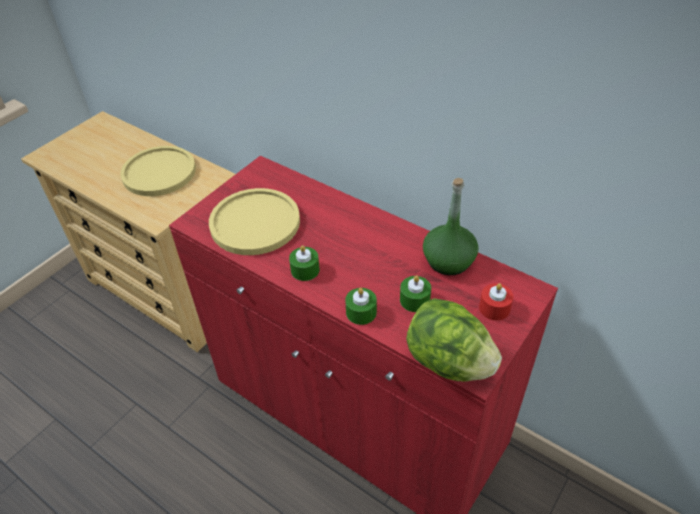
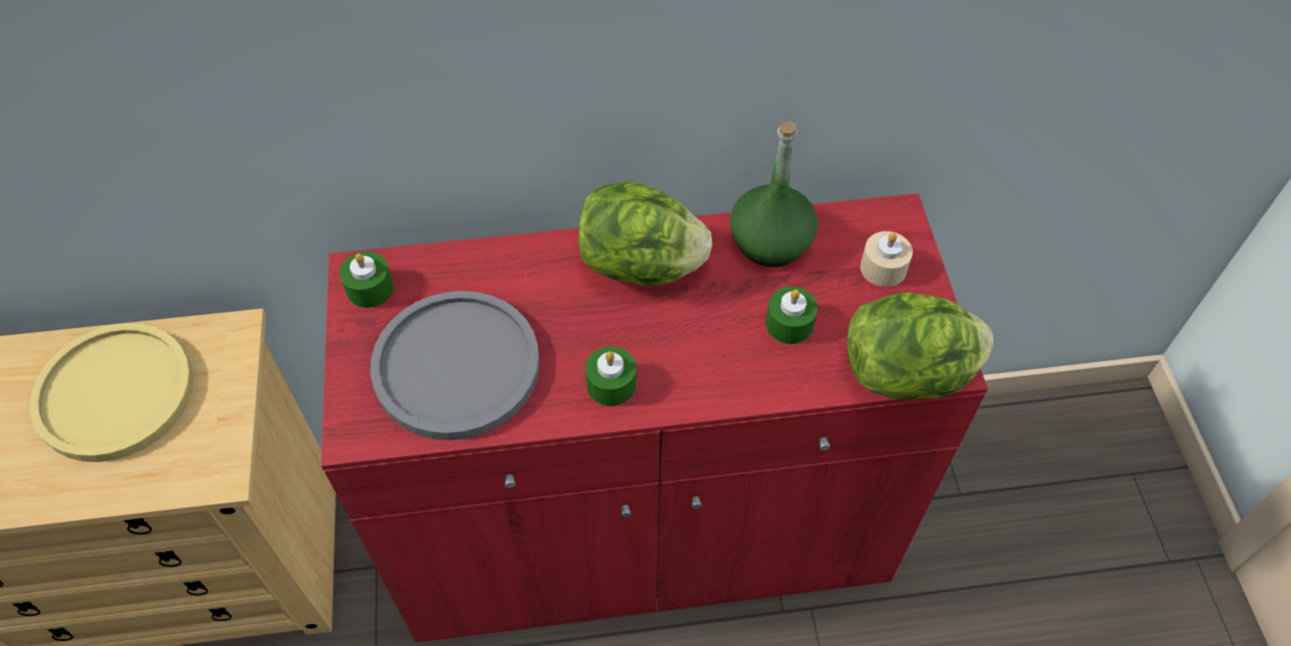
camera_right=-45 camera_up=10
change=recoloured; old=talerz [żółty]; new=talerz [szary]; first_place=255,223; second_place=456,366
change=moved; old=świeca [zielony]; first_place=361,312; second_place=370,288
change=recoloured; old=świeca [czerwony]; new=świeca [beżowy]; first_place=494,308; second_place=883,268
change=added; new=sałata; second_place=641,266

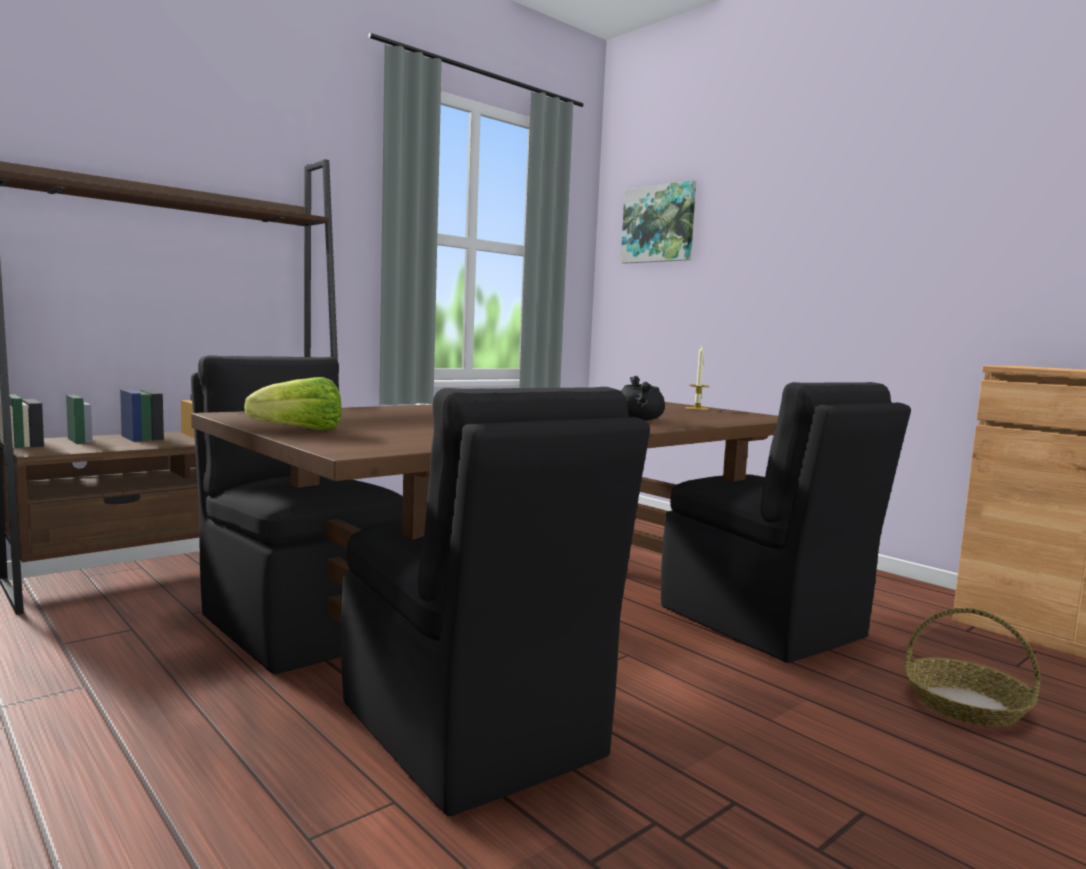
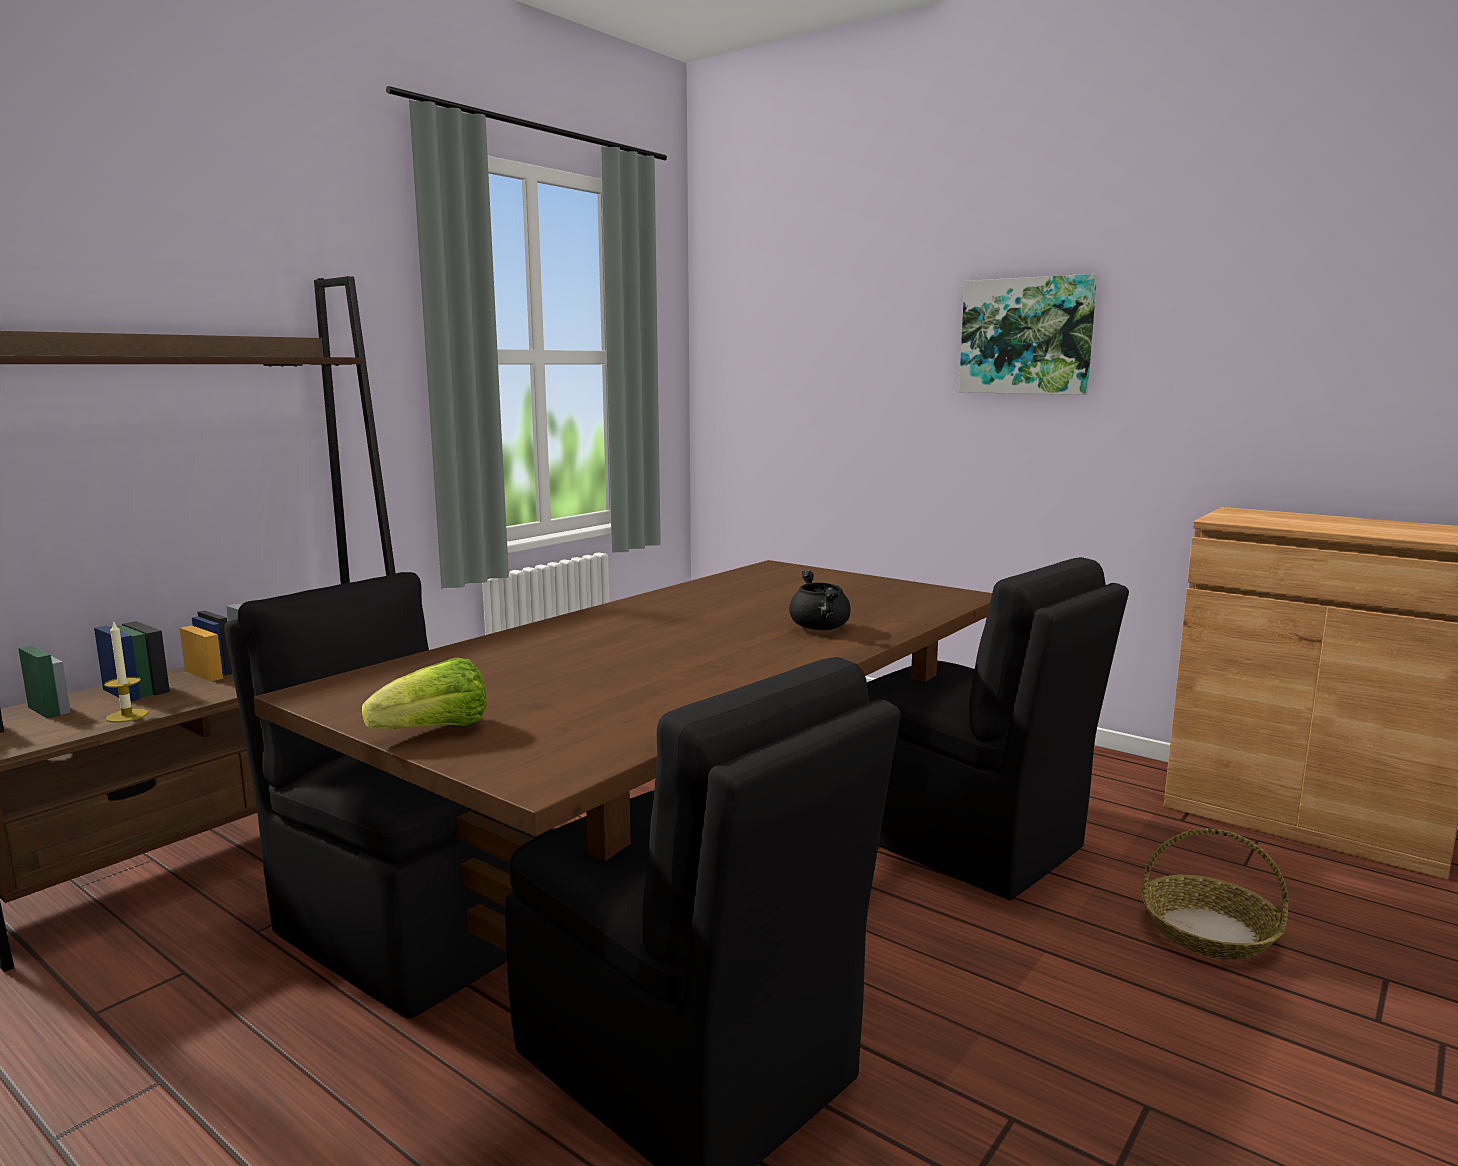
camera_right=-10 camera_up=5
change=moved; old=obraz; first_place=659,224; second_place=1026,336
change=moved; old=świeca; first_place=697,408; second_place=127,715

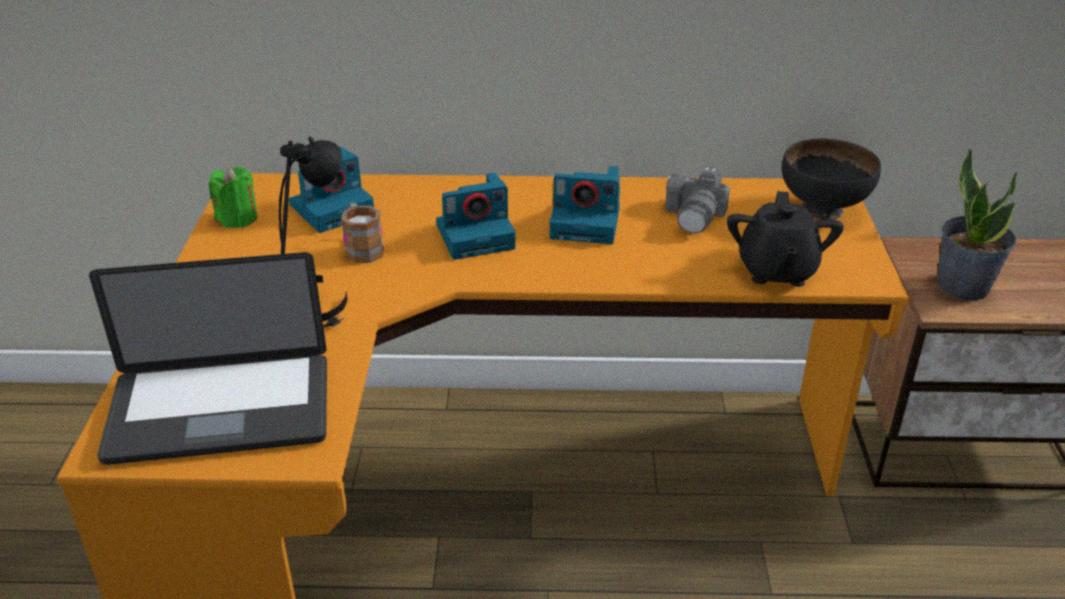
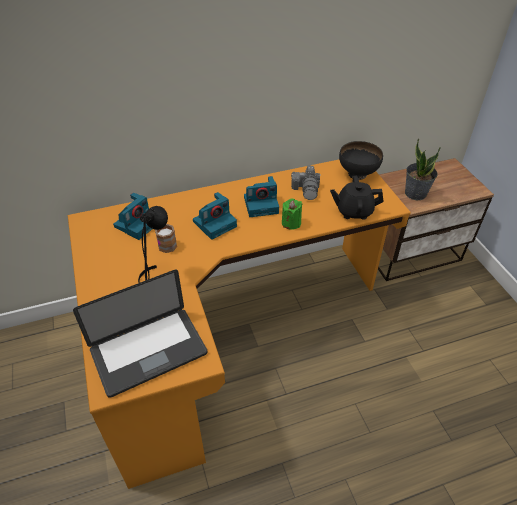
camera_right=-20 camera_up=10
change=moved; old=świeca [zielony]; first_place=237,218; second_place=291,223
change=turned; old=imbryk [czarny]; first_place=776,271; second_place=354,211; degrees=105

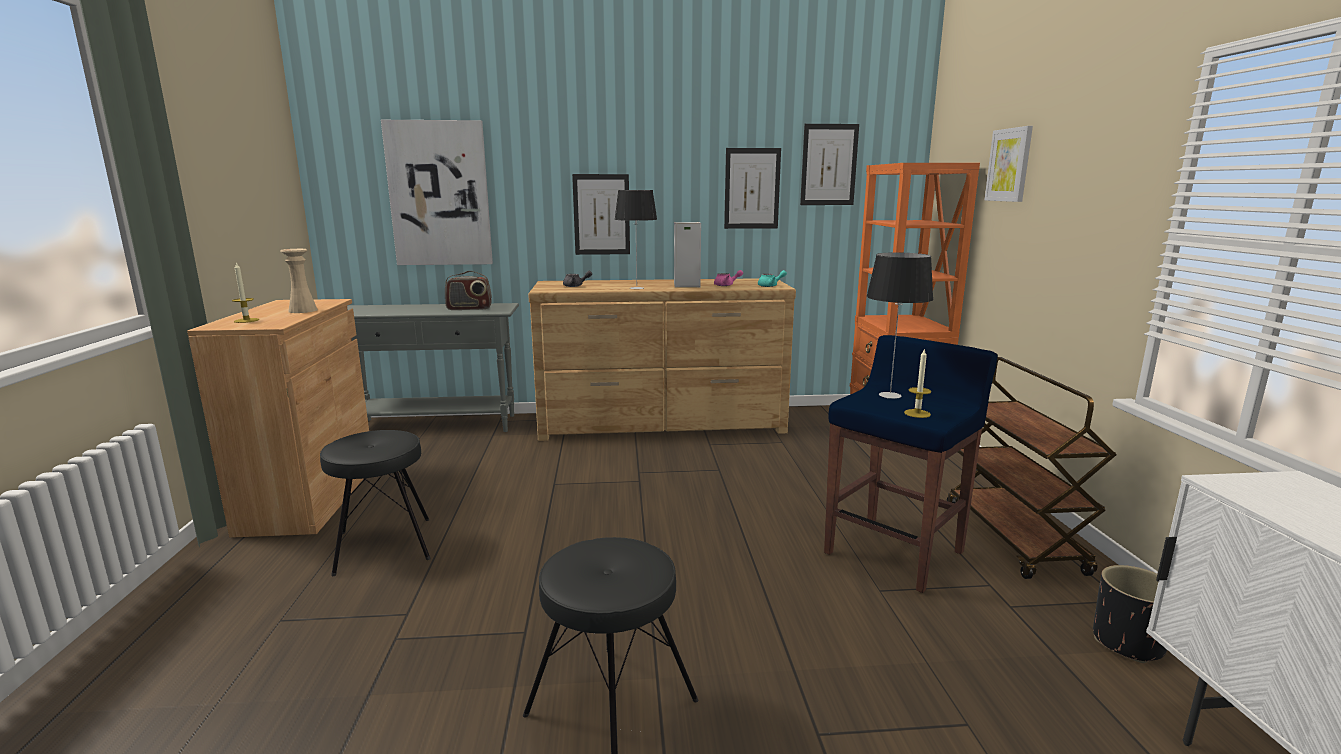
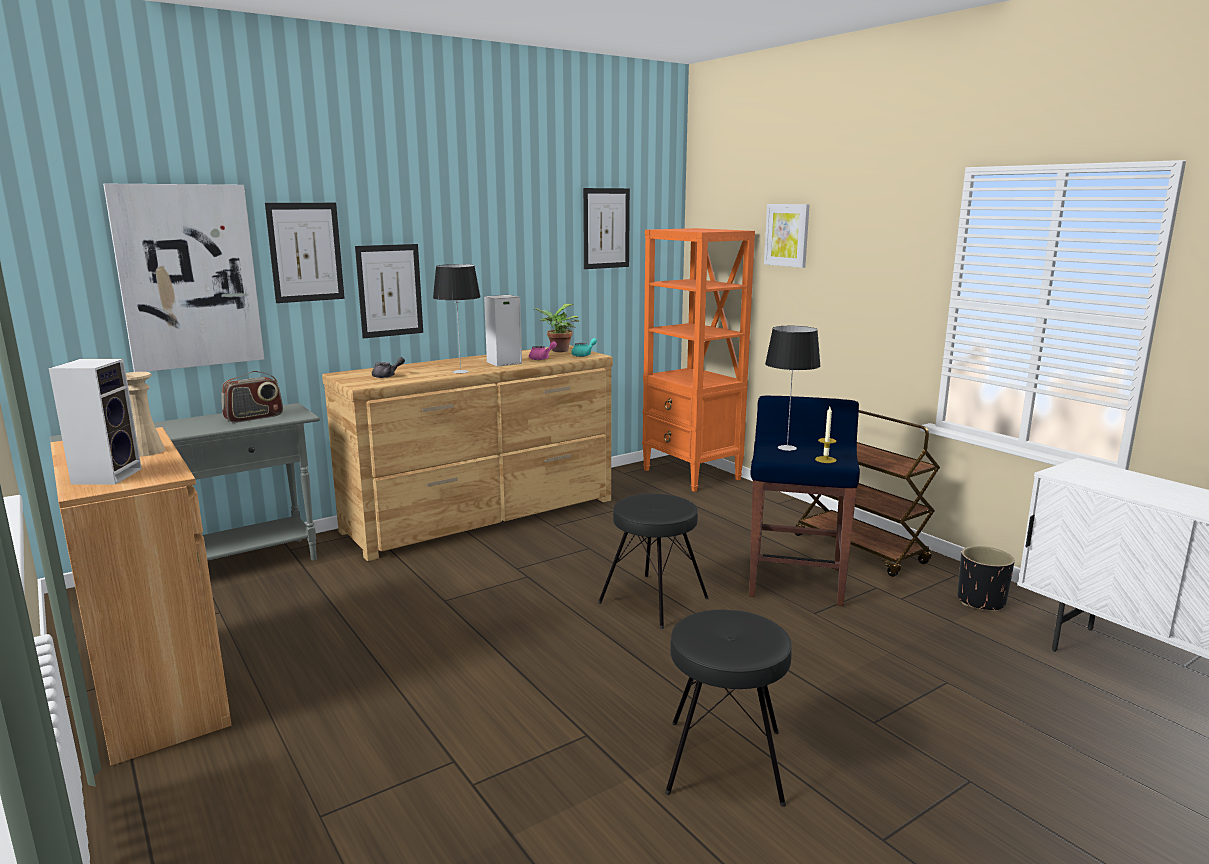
camera_right=-30 camera_up=0
change=replaced; old=świeca; new=głośnik; first_place=246,320; second_place=107,475
change=moved; old=stołek [czarny]; first_place=383,546; second_place=653,601
change=moved; old=obraz; first_place=752,188; second_place=305,252
change=added; new=roślina doniczkowa; second_place=557,351

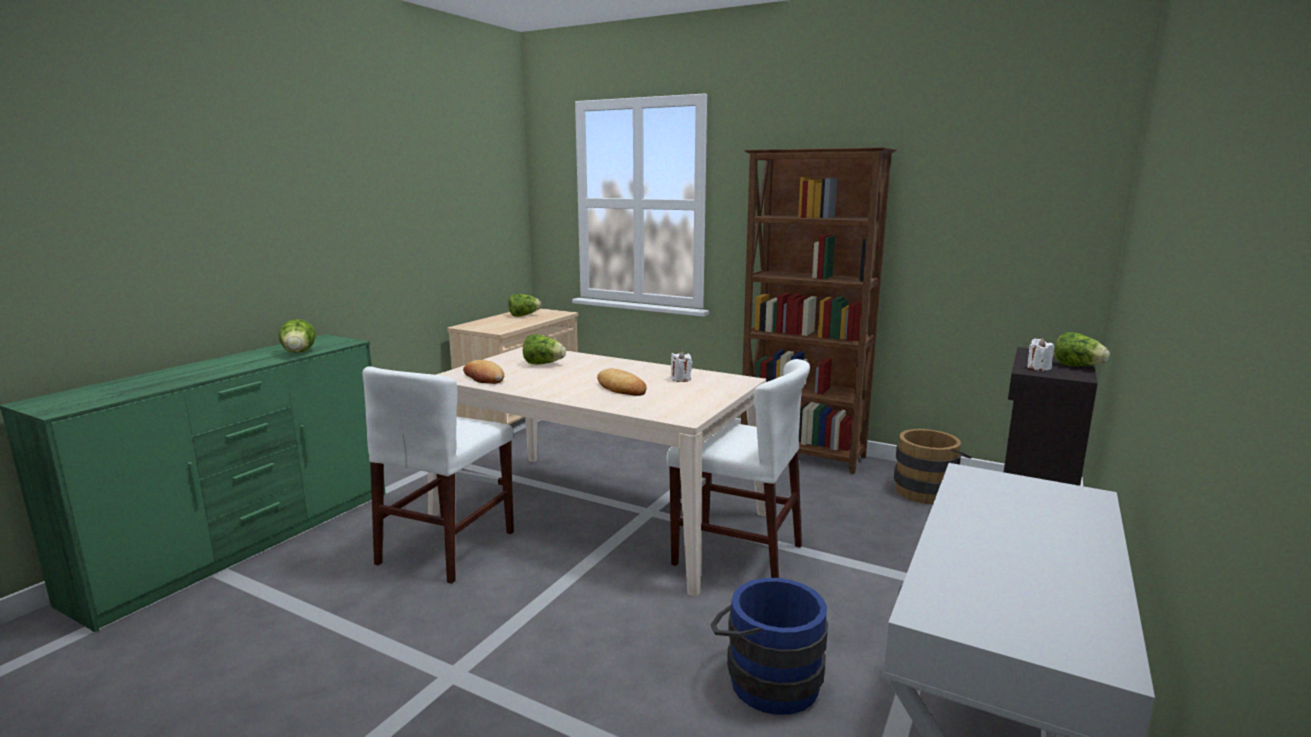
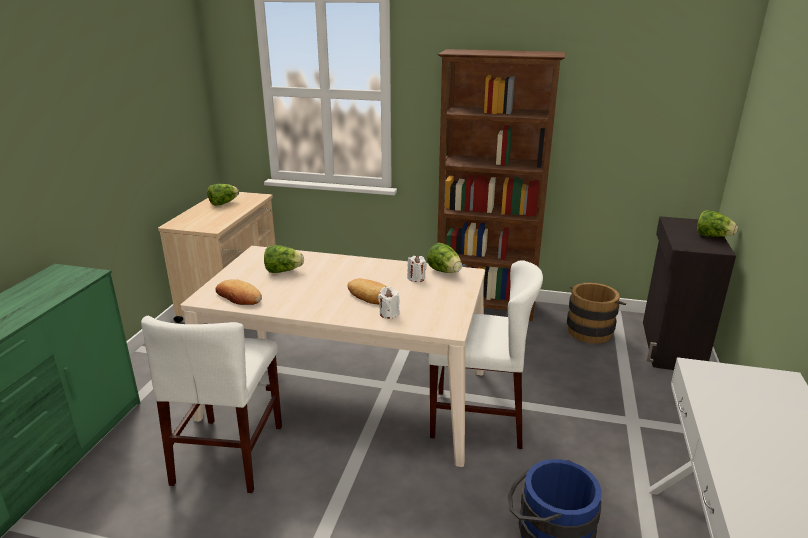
camera_right=-15 camera_up=10
change=moved; old=sałata; first_place=299,353; second_place=445,271
change=moved; old=świeca [biały]; first_place=1038,368; second_place=389,313

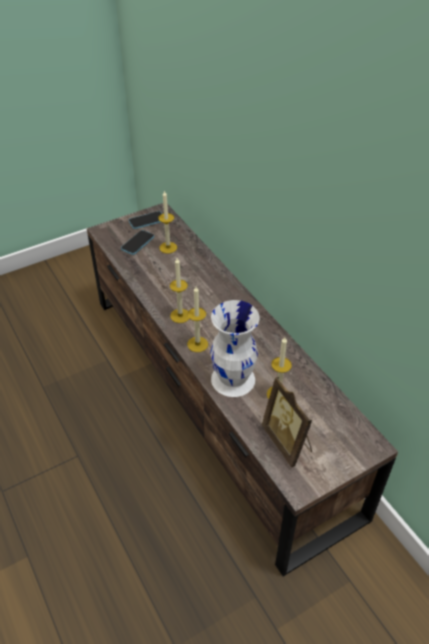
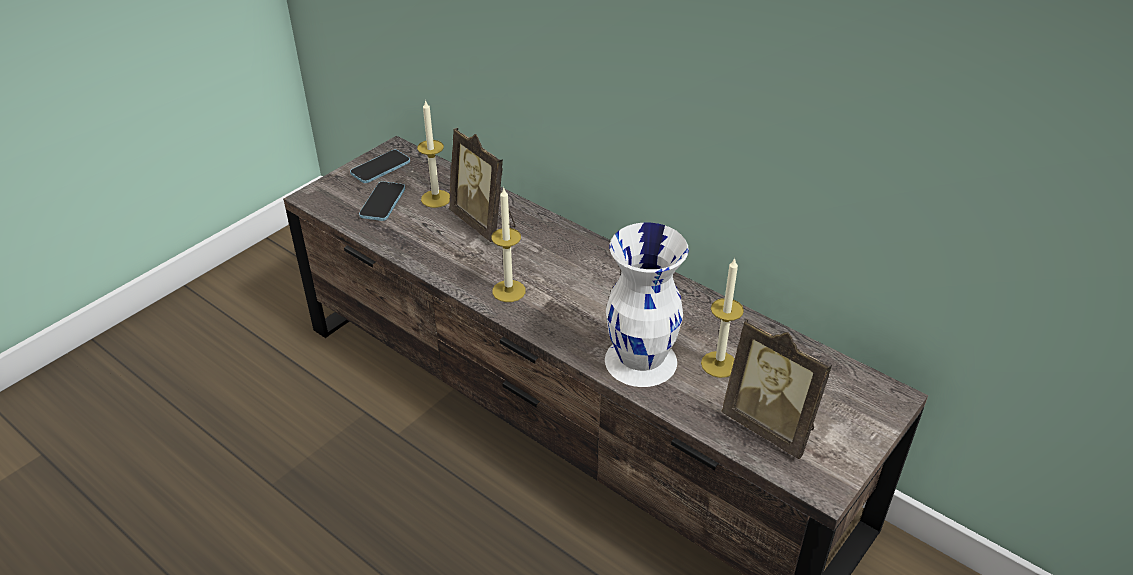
camera_right=-20 camera_up=-5
change=removed; old=świeca; first_place=197,344
change=added; new=ramka na zdjęcie; second_place=484,222

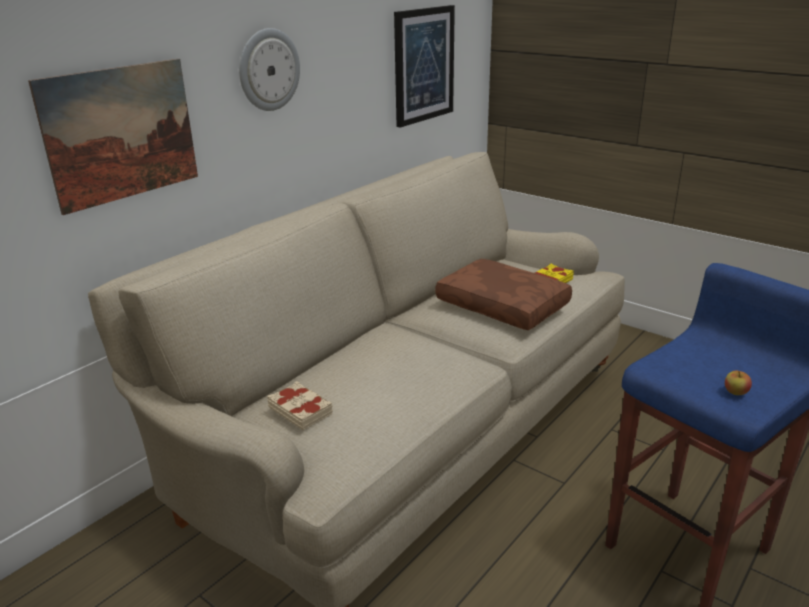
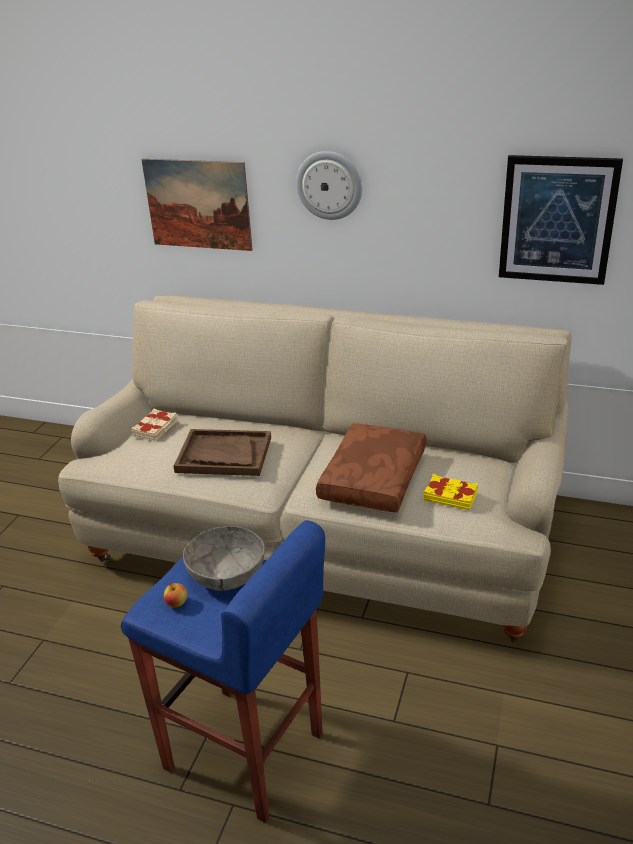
camera_right=70 camera_up=5
change=added; new=taca [brązowy]; second_place=224,455
change=added; new=miska [szary]; second_place=226,574

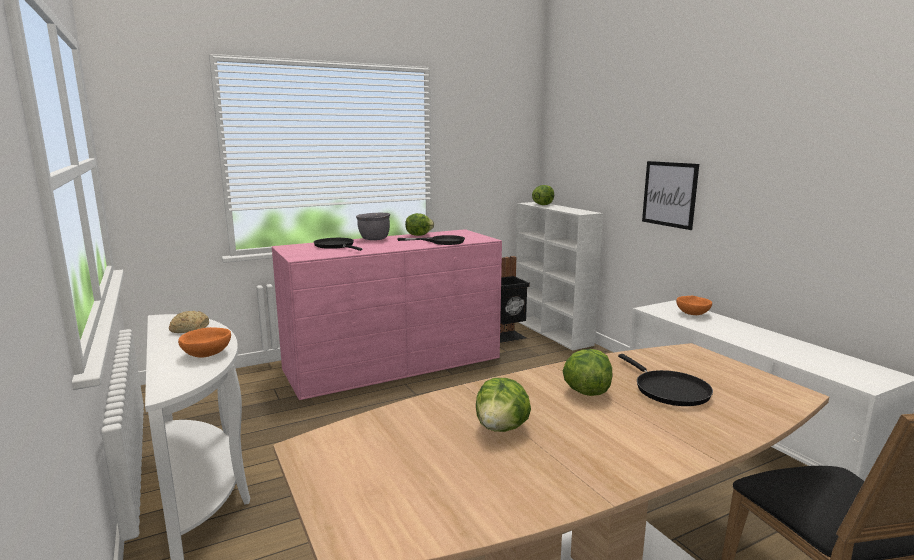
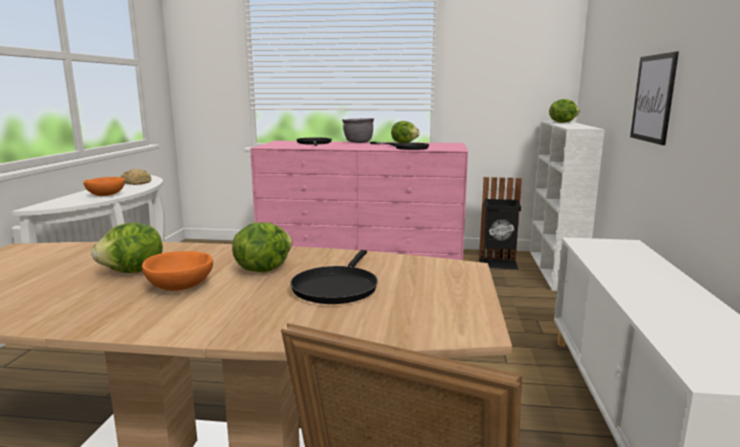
camera_right=35 camera_up=0
change=moved; old=miska [pomarańczowy]; first_place=693,314; second_place=180,287

